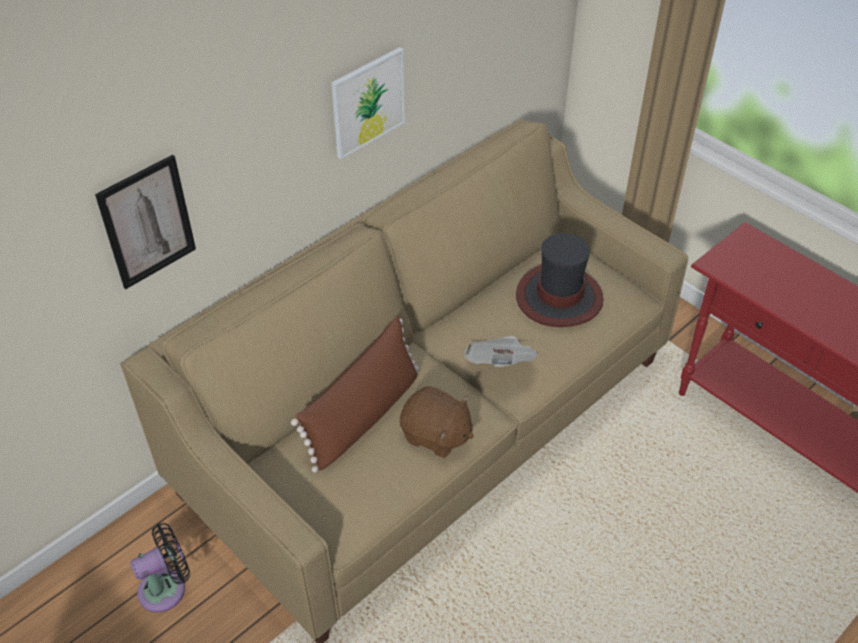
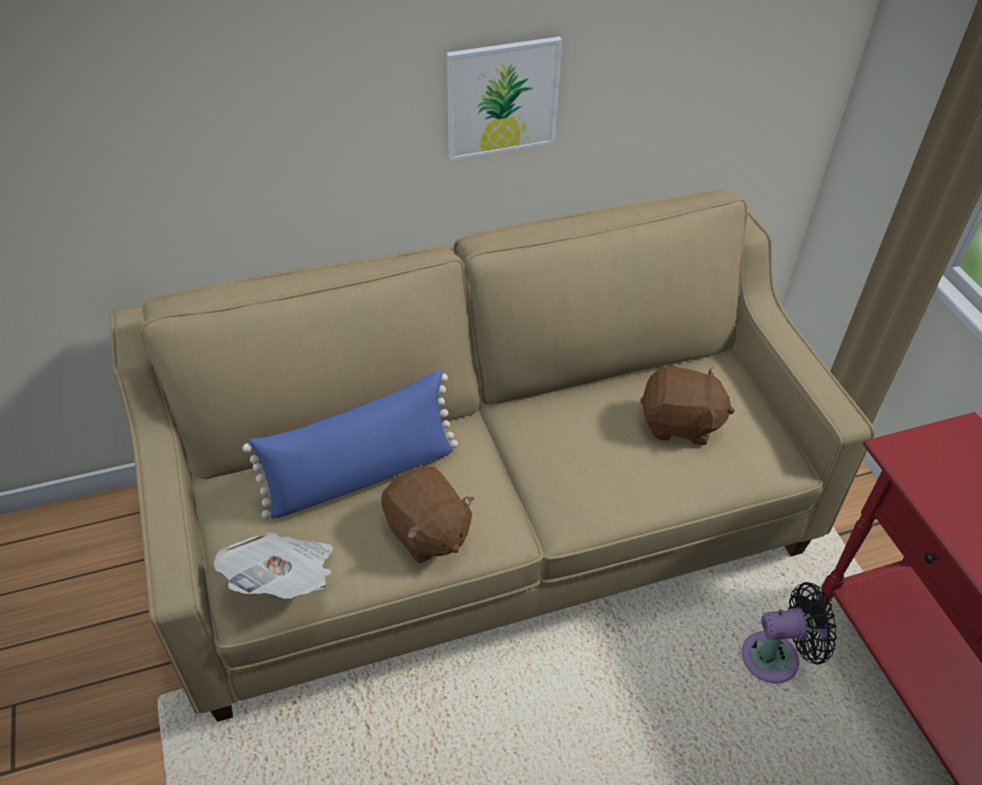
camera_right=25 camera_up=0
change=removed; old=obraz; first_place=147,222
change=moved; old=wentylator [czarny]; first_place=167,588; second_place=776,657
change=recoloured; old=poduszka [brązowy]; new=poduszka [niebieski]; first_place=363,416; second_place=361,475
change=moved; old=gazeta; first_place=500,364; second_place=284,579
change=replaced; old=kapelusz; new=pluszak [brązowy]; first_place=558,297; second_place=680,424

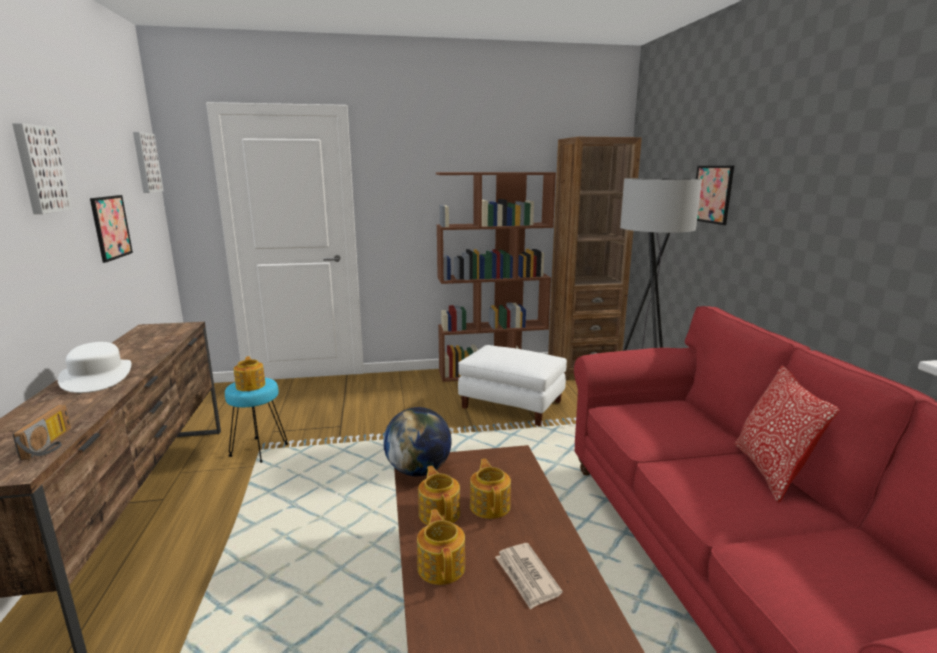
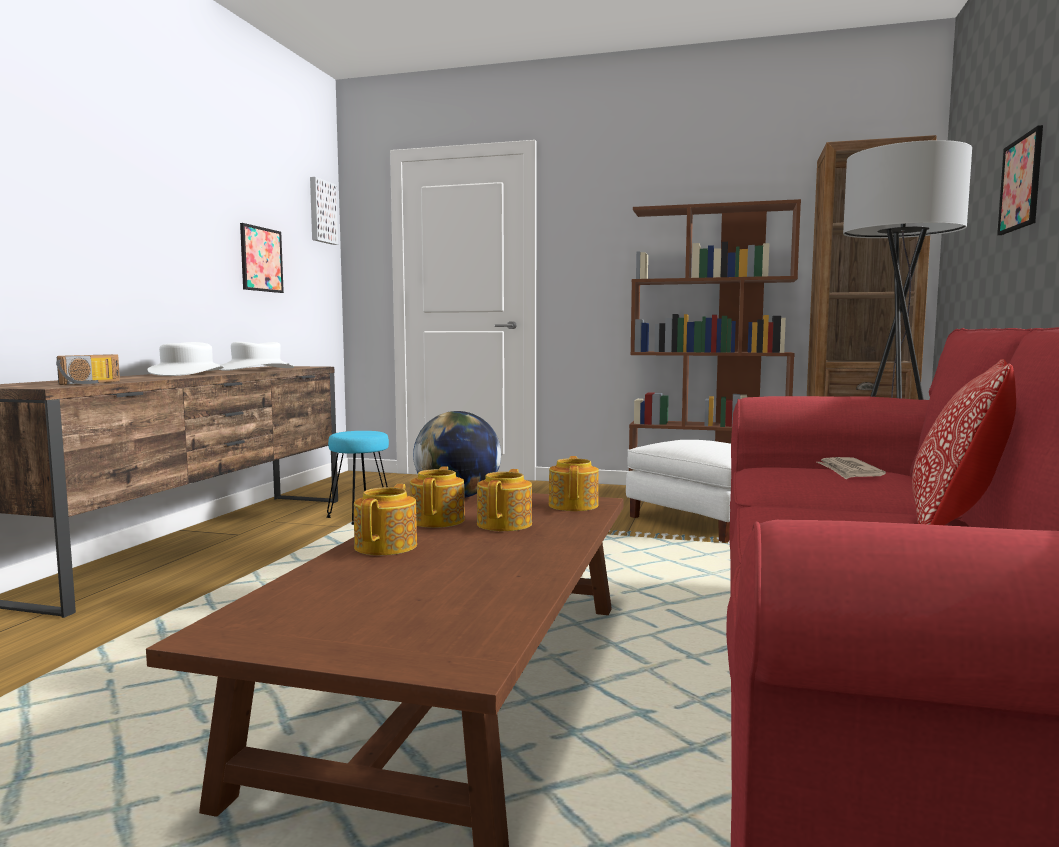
camera_right=25 camera_up=-10
change=removed; old=obraz; first_place=39,169
change=moved; old=imbryk; first_place=251,385; second_place=574,505
change=moved; old=gazeta; first_place=527,577; second_place=848,472
change=added; new=kapelusz [biały]; second_place=256,369

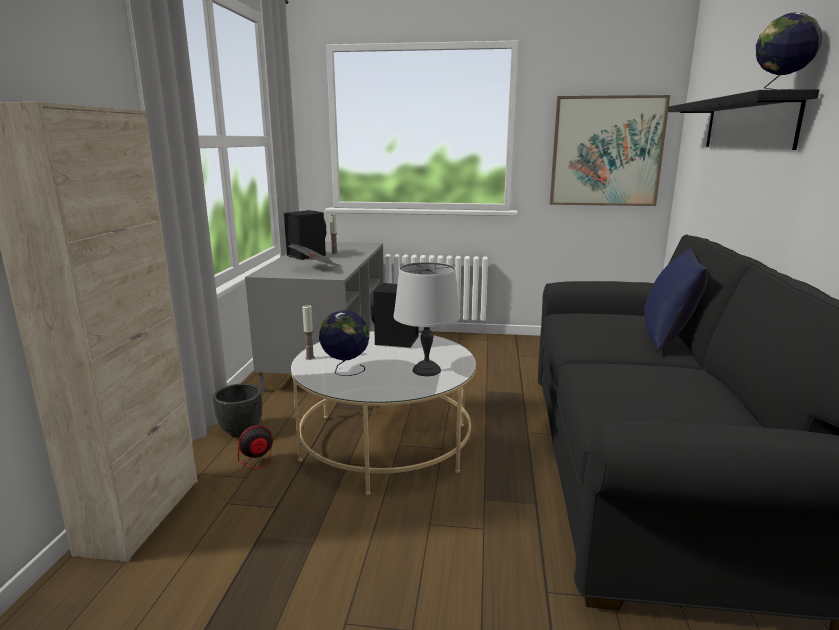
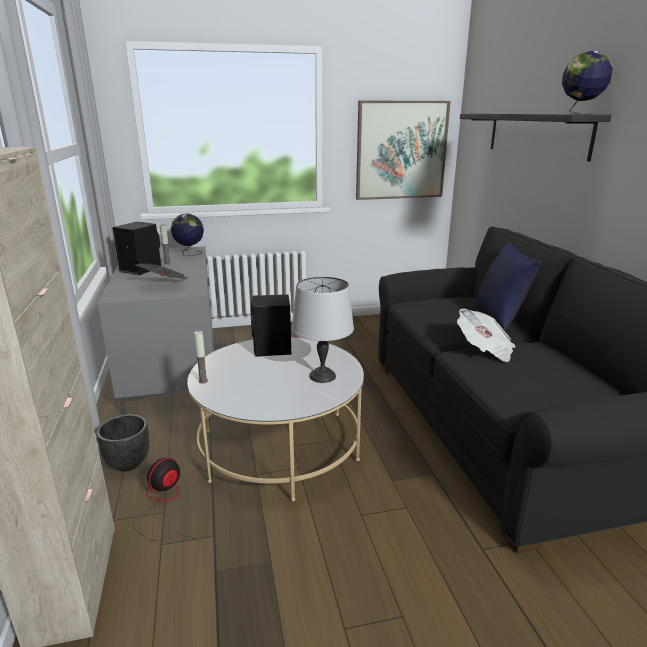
camera_right=-20 camera_up=5
change=moved; old=globus; first_place=345,371; second_place=189,254
change=added; new=gazeta; second_place=484,349

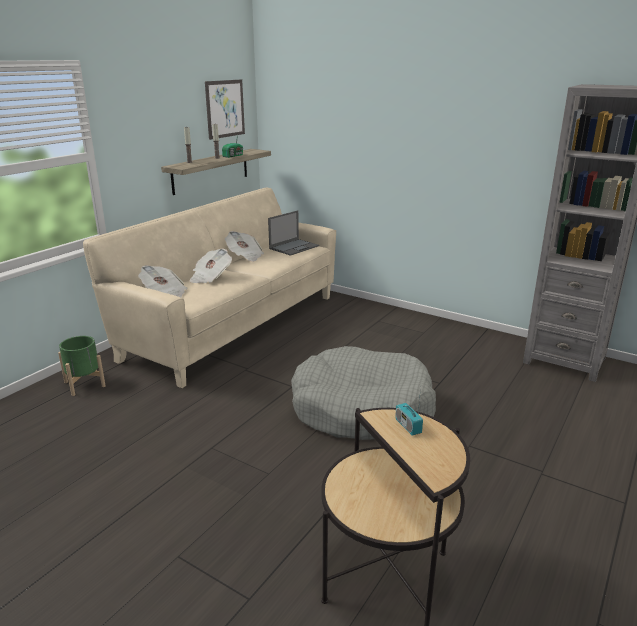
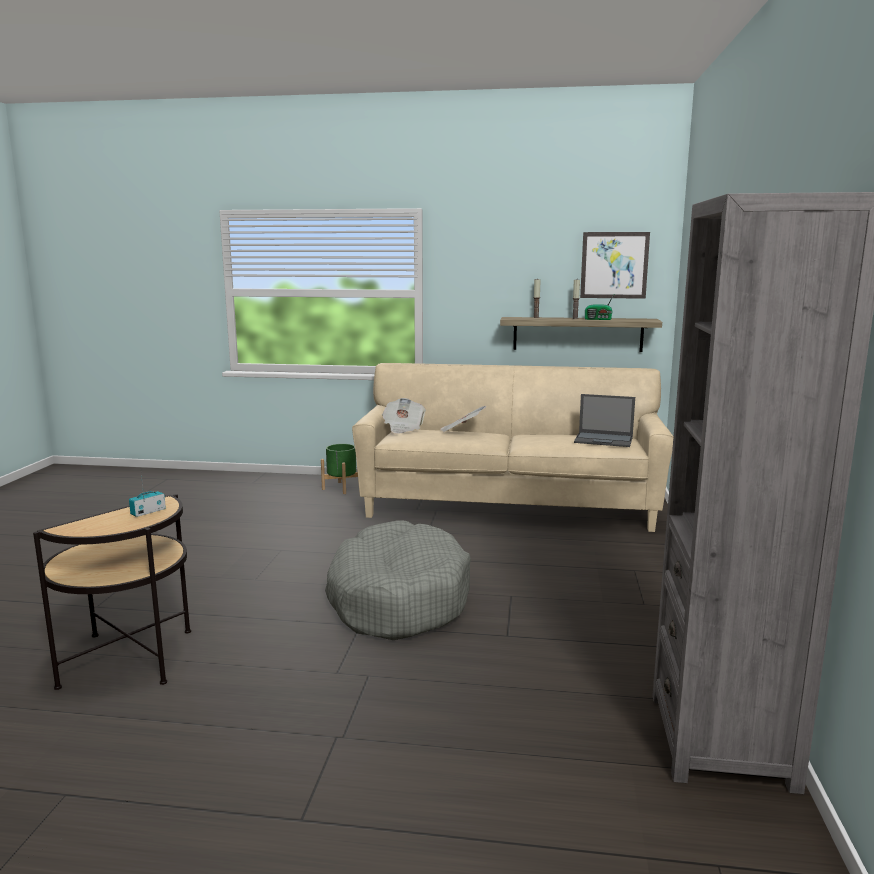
camera_right=65 camera_up=-10
change=removed; old=gazeta; first_place=245,256

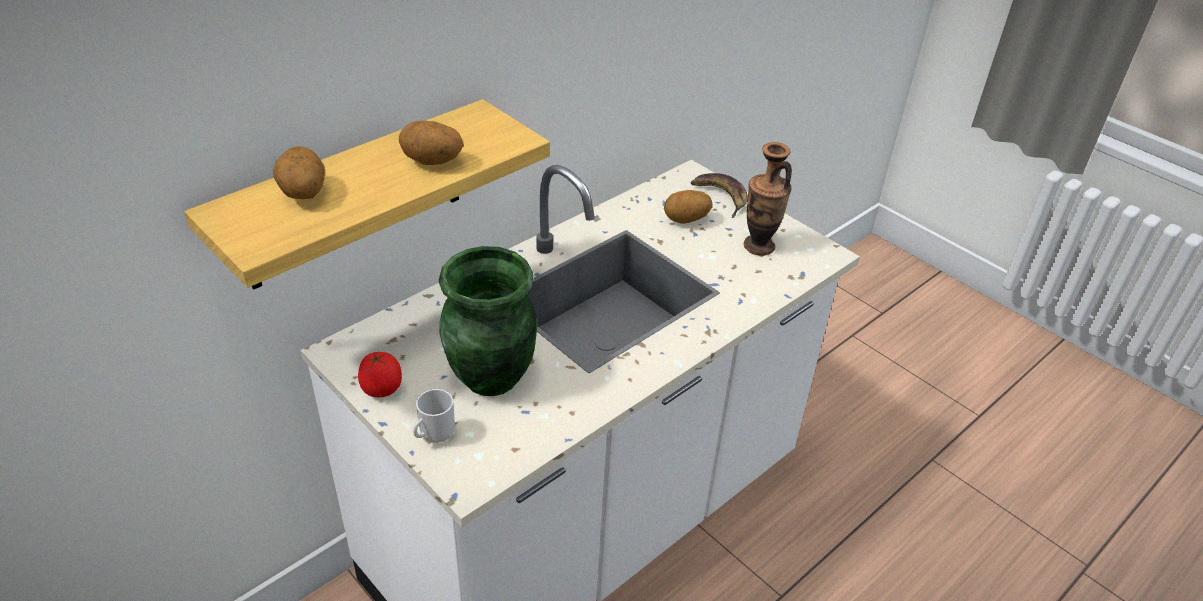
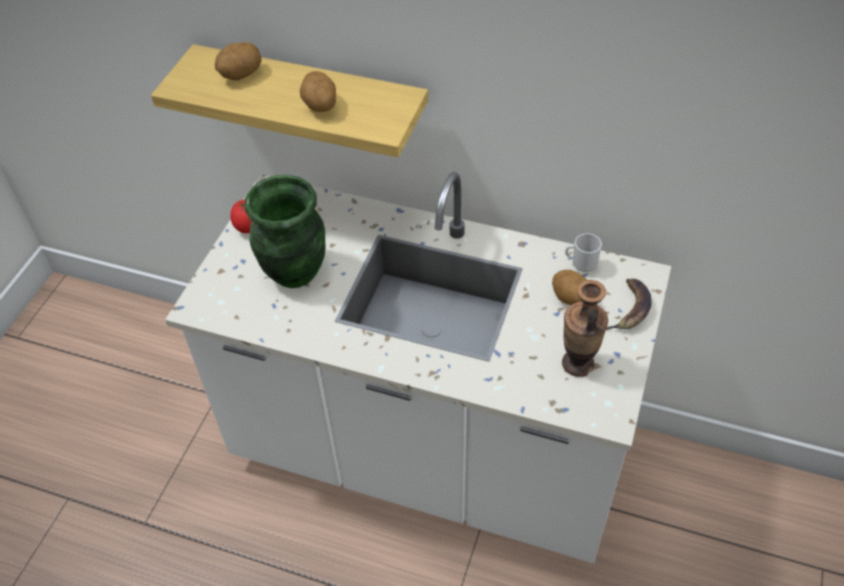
camera_right=65 camera_up=10
change=moved; old=kubek; first_place=434,435; second_place=582,265

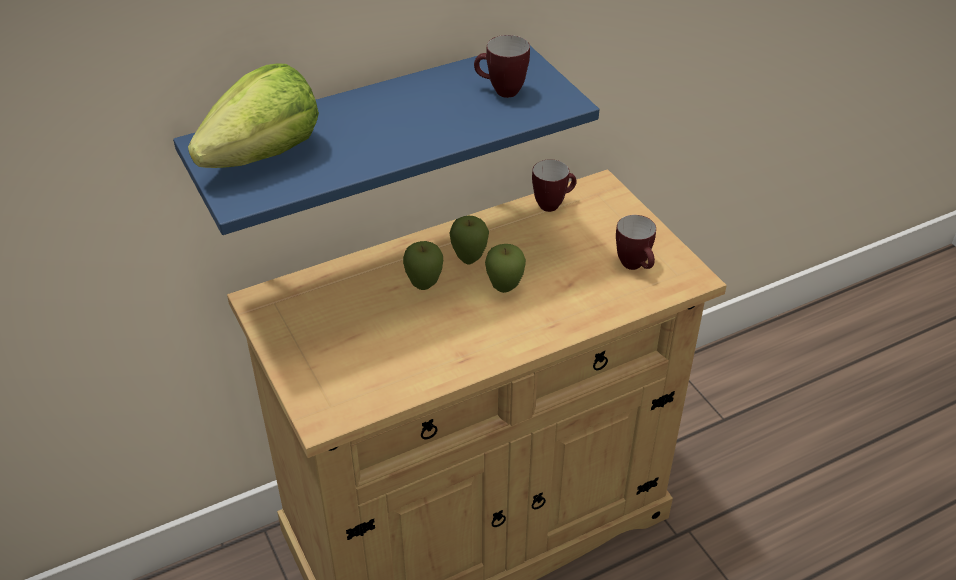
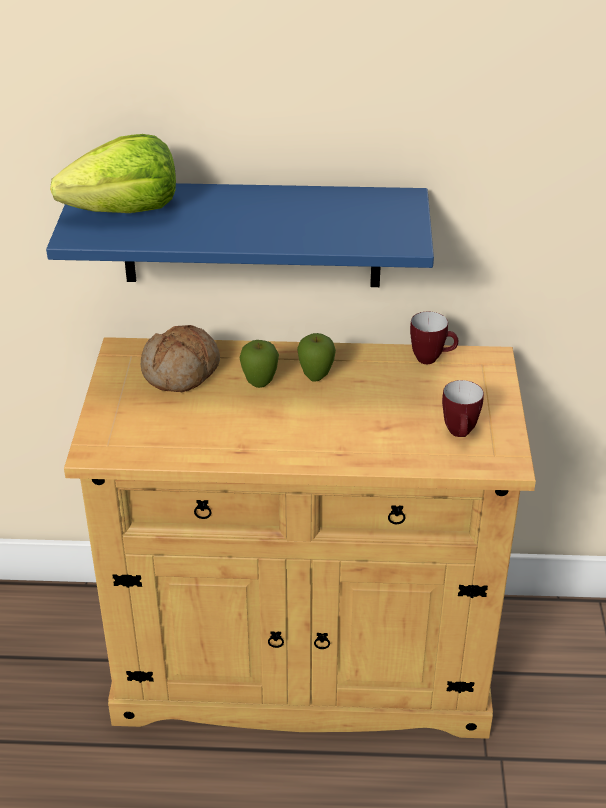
camera_right=30 camera_up=-5
change=removed; old=kubek; first_place=500,91
change=removed; old=jabłko; first_place=504,289
change=added; new=chleb; second_place=182,372

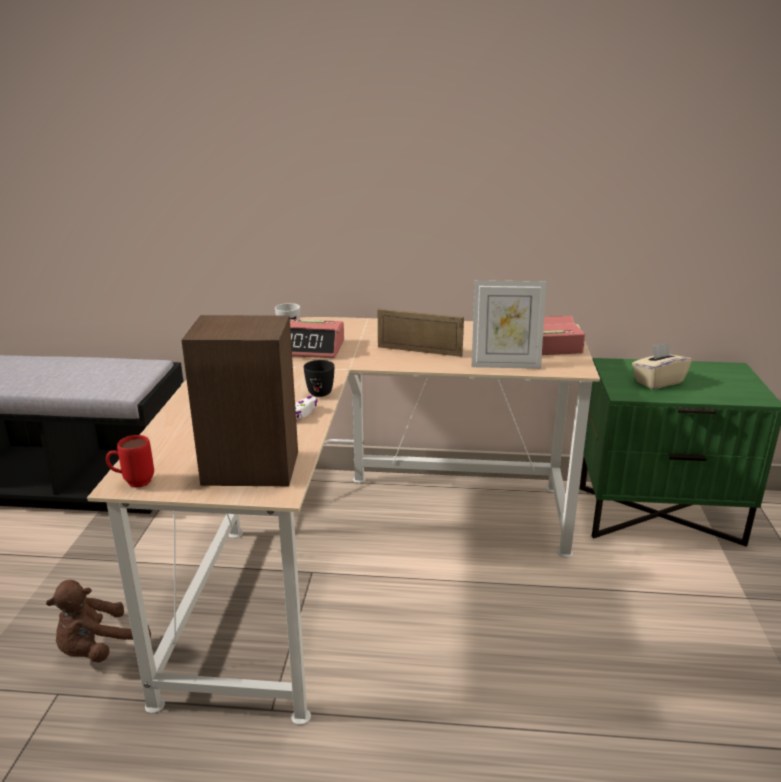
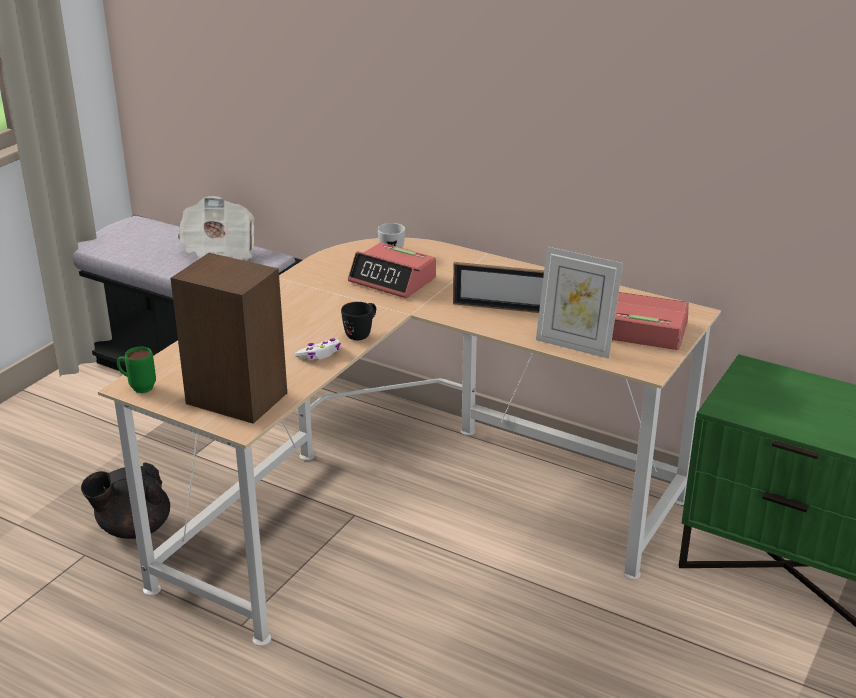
camera_right=25 camera_up=5
change=replaced; old=pluszak [brązowy]; new=imbryk [czarny]; first_place=99,649; second_place=133,528
change=recoloured; old=kubek [czerwony]; new=kubek [zielony]; first_place=133,482; second_place=138,387
change=turned; old=ramka na zdjęcie; first_place=419,351; second_place=501,308; degrees=150
change=removed; old=pudełko chusteczek [beżowy]; first_place=658,382
change=added; new=gazeta; second_place=218,254

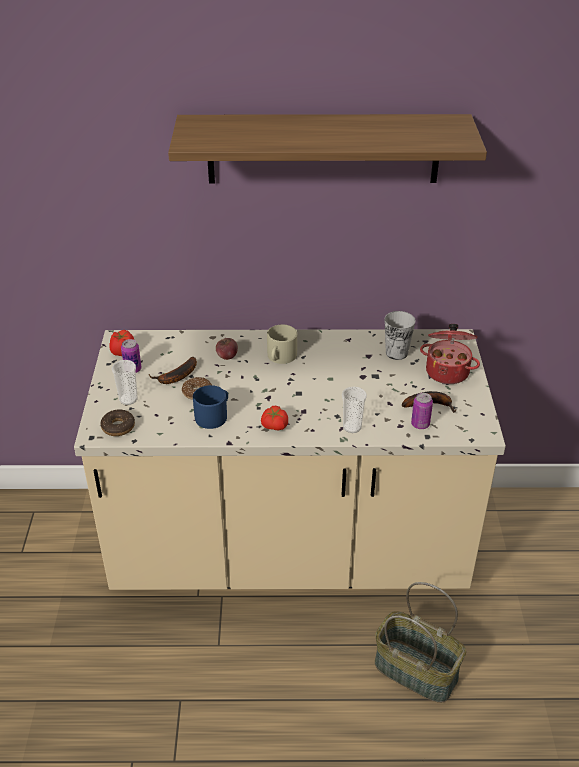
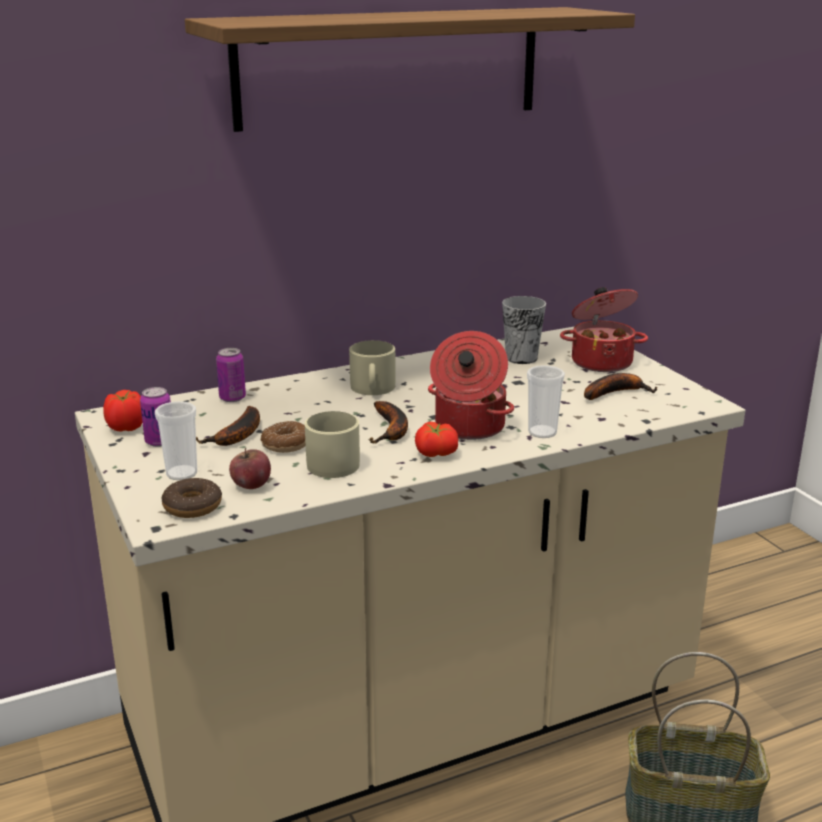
camera_right=-25 camera_up=-15
change=recoloured; old=kubek [niebieski]; new=kubek [beżowy]; first_place=214,415; second_place=335,462
change=moved; old=jabłko; first_place=227,356; second_place=251,485
change=moved; old=puszka; first_place=420,424; second_place=232,398
change=added; new=banan; second_place=391,430
change=added; new=garnek; second_place=468,427

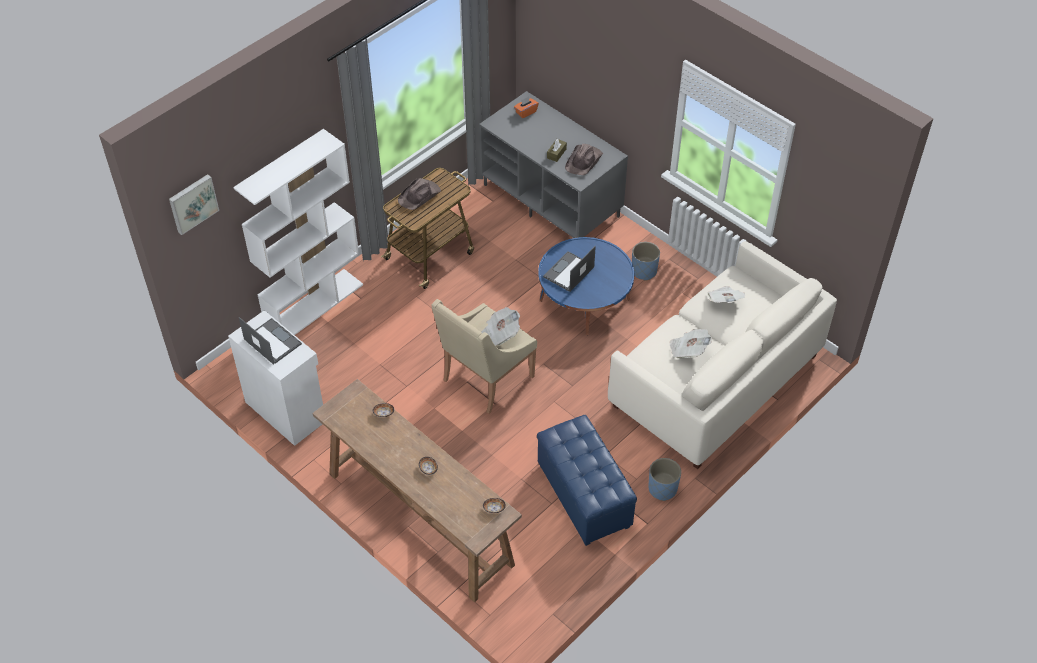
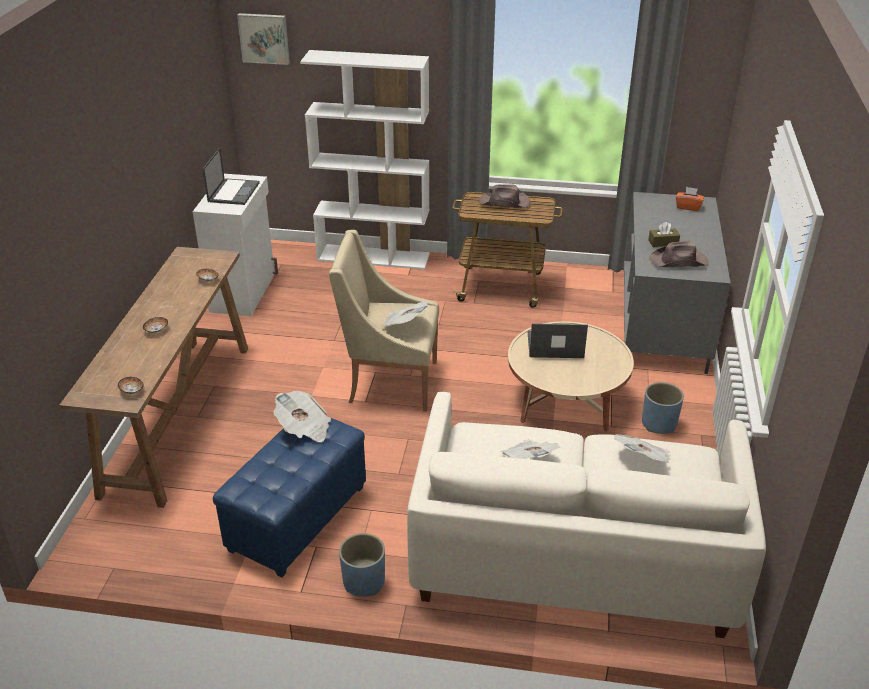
camera_right=55 camera_up=-15
change=recoloured; old=ława [niebieski]; new=ława [beżowy]; first_place=584,300; second_place=565,400
change=added; new=gazeta; second_place=304,428

